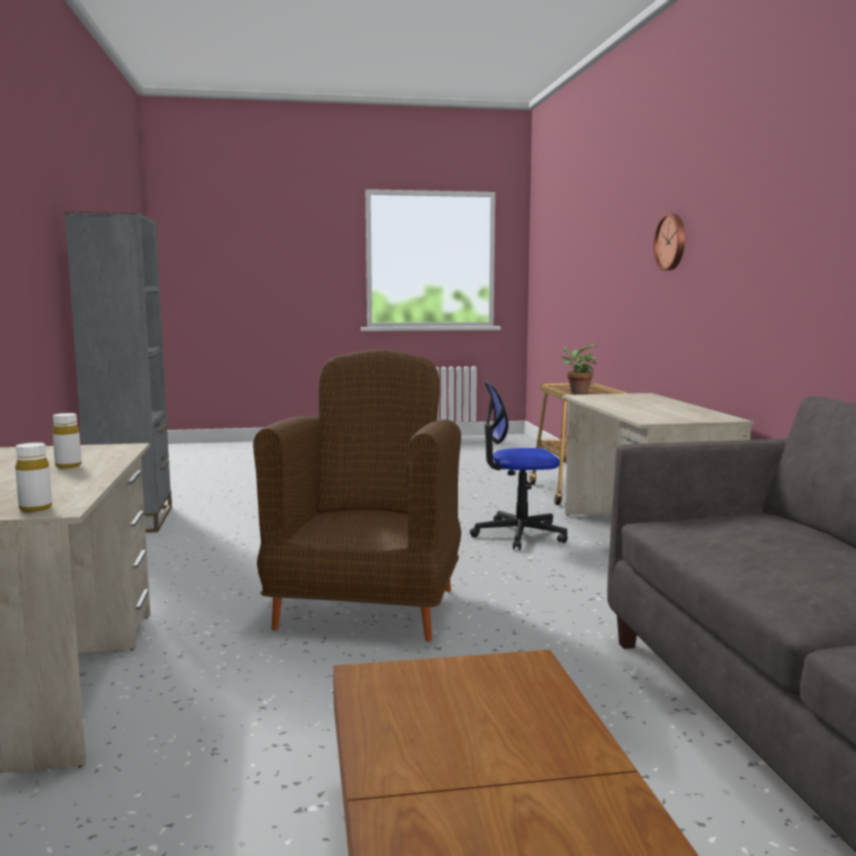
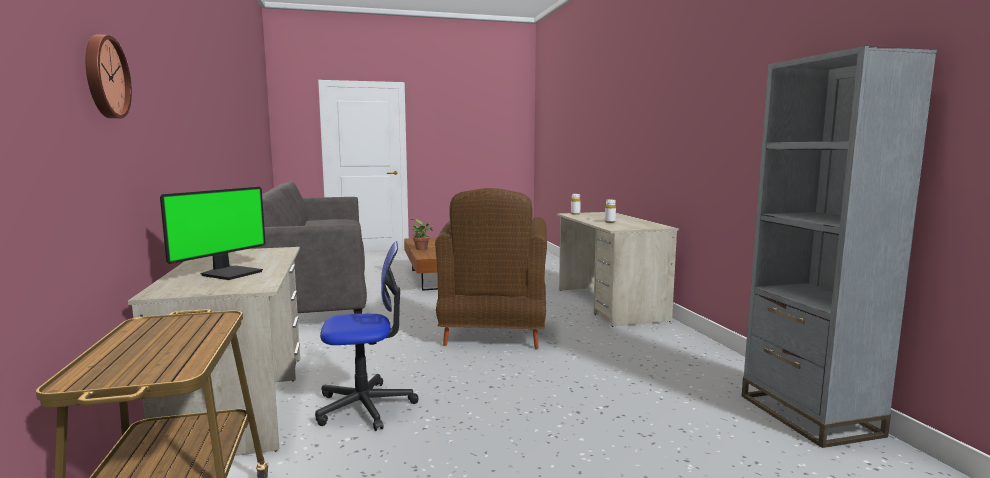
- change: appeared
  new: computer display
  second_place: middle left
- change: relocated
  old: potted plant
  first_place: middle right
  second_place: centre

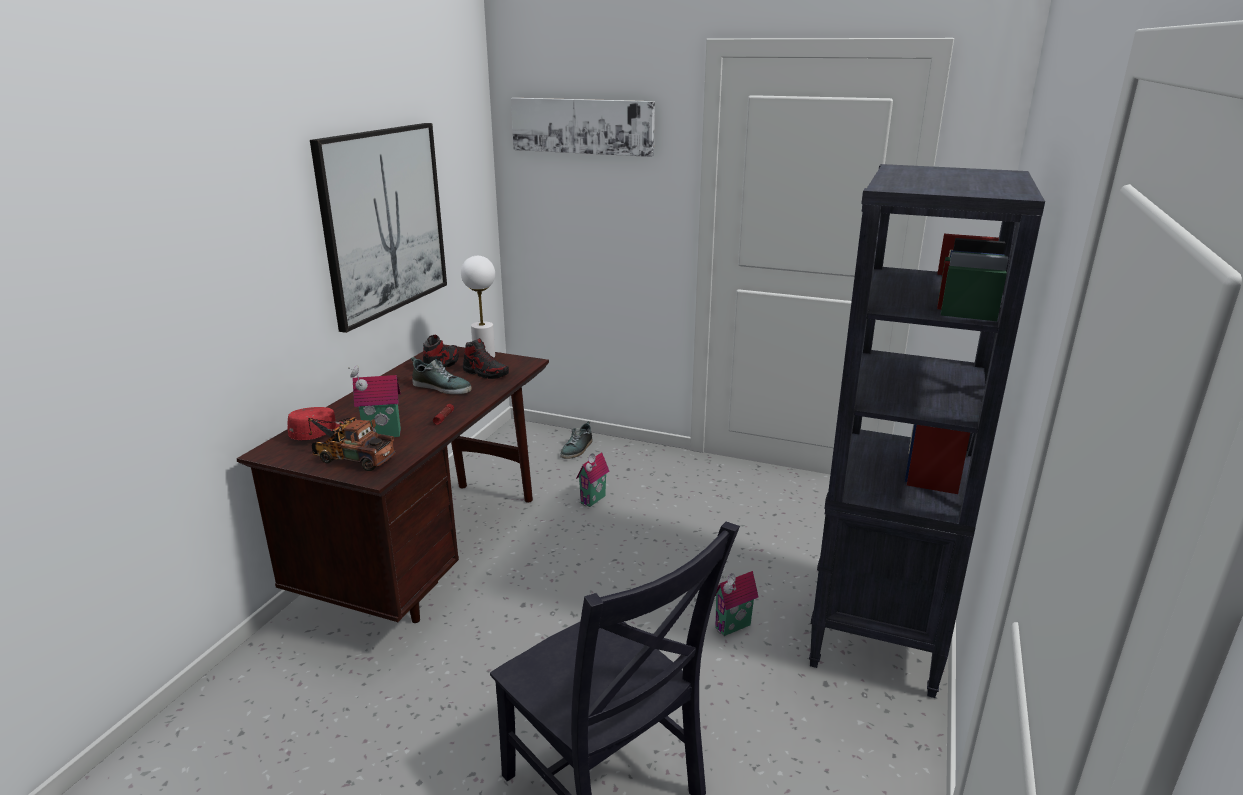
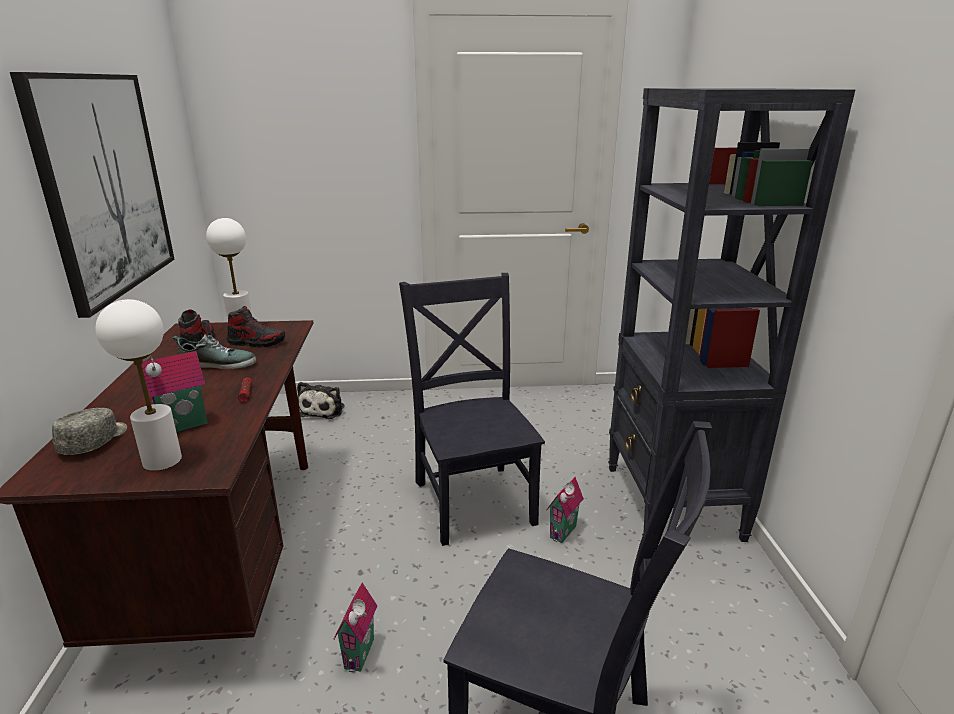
- change: missing
  old: wall art (no. 2 from left)
  first_place: top centre
- change: appeared
  new: black-coloured plain chair (no. 1 from left)
  second_place: centre
- change: relocated
  old: miniature house (no. 2 from left)
  first_place: centre
  second_place: bottom centre
- change: exchanged
  old: toy lorry
  new: whitish lamp for a table (no. 1 from left)
  first_place: middle left
  second_place: middle left
- change: exchanged
  old: item of footwear (no. 4 from left)
  new: plush toy
  first_place: centre
  second_place: centre
- change: colour
  old: reddish baseball cap
  new: greyish baseball cap
  first_place: middle left
  second_place: middle left

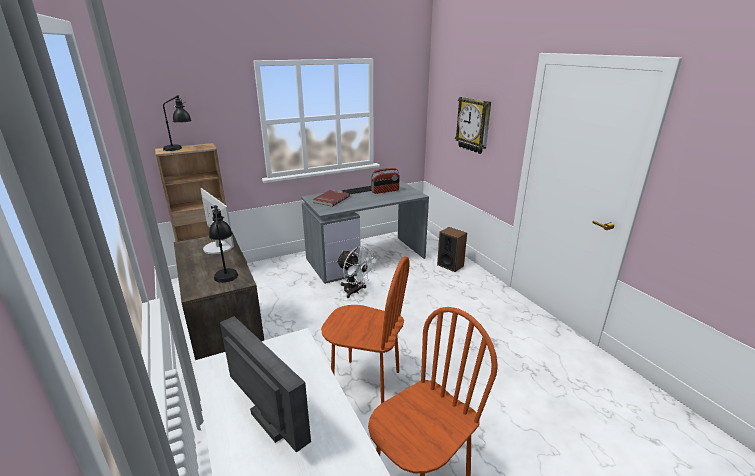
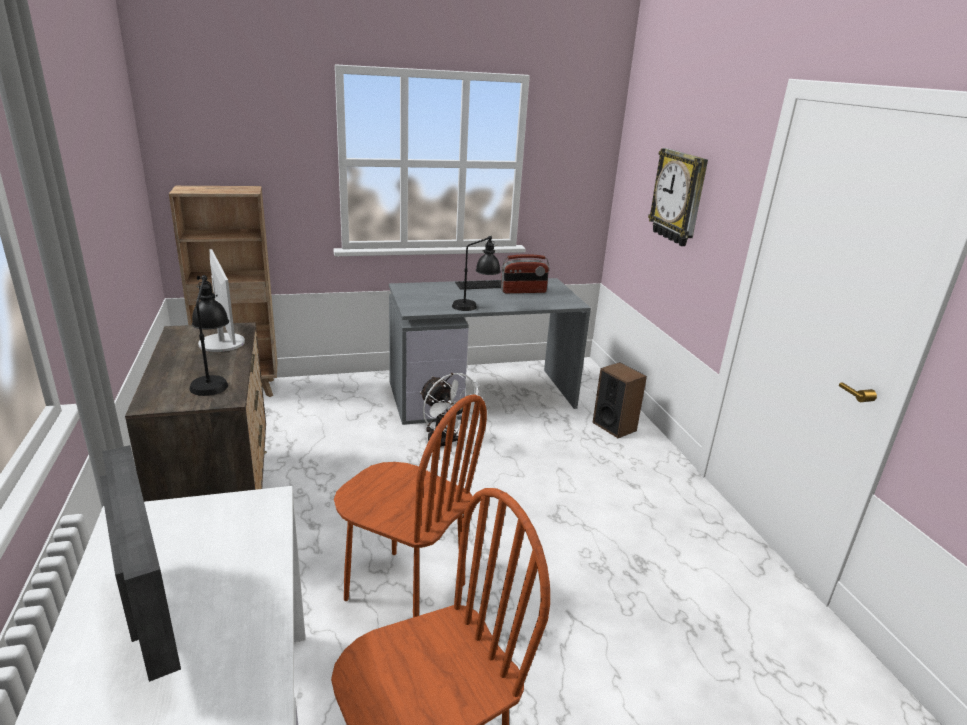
- change: missing
  old: reddish book
  first_place: centre
- change: relocated
  old: black-coloured lamp for a table (no. 1 from left in the first image)
  new: black-coloured lamp for a table (no. 2 from left)
  first_place: top left
  second_place: centre

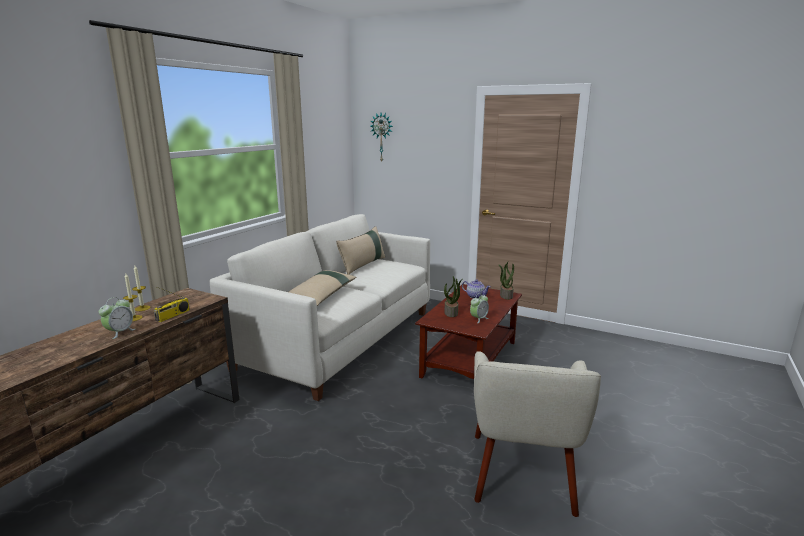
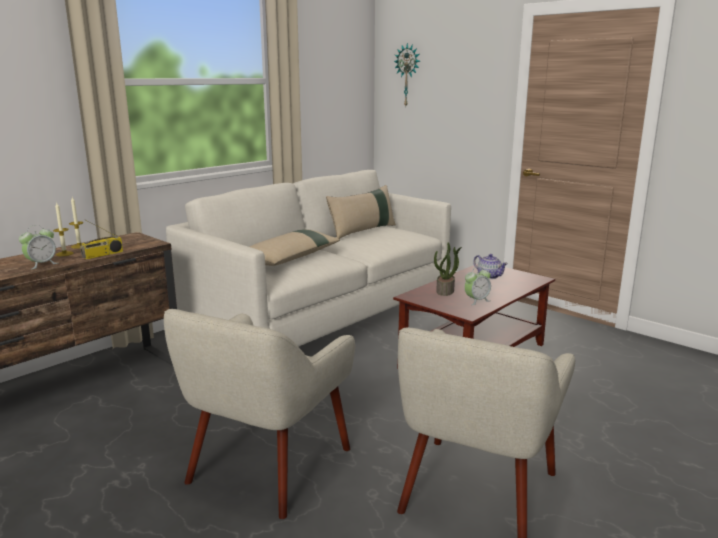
- change: missing
  old: potted plant (no. 2 from left)
  first_place: centre
- change: appeared
  new: beige armchair (no. 1 from left)
  second_place: bottom centre

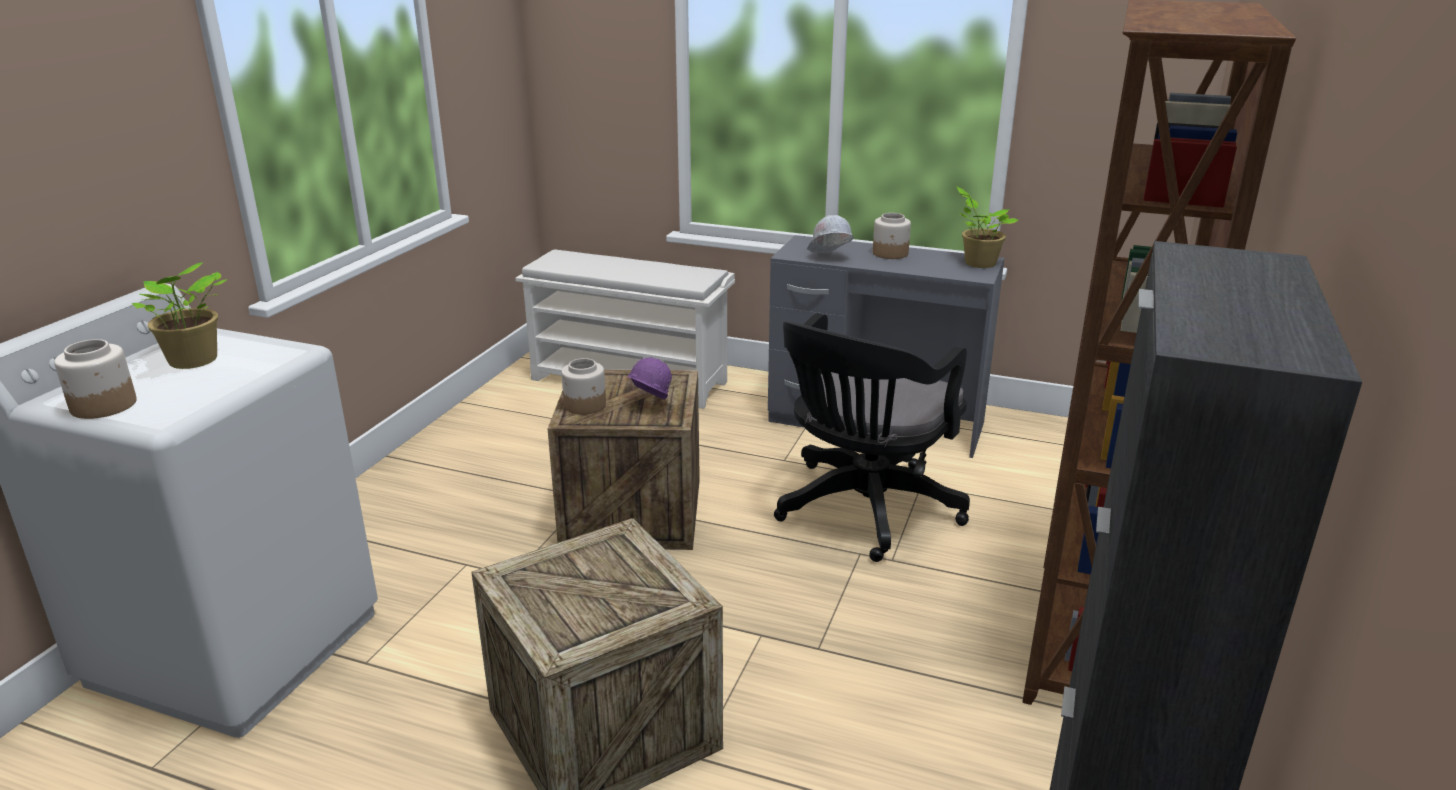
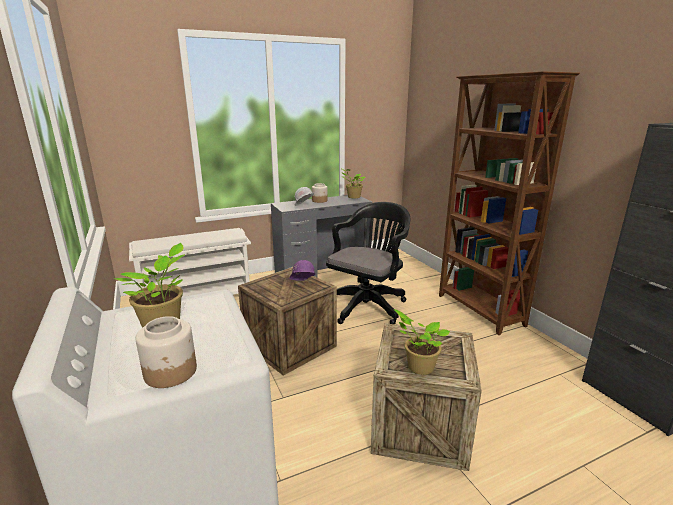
- change: missing
  old: preserve jar (no. 2 from left)
  first_place: centre
- change: appeared
  new: potted plant (no. 3 from left)
  second_place: bottom centre
- change: spun
  old: black-coloured office chair
  first_place: centre
  second_place: centre
  degrees: -135

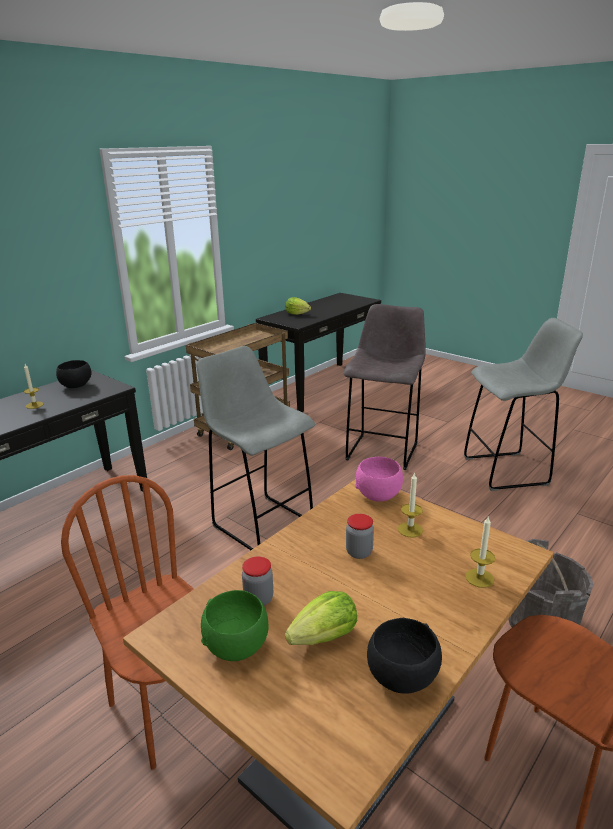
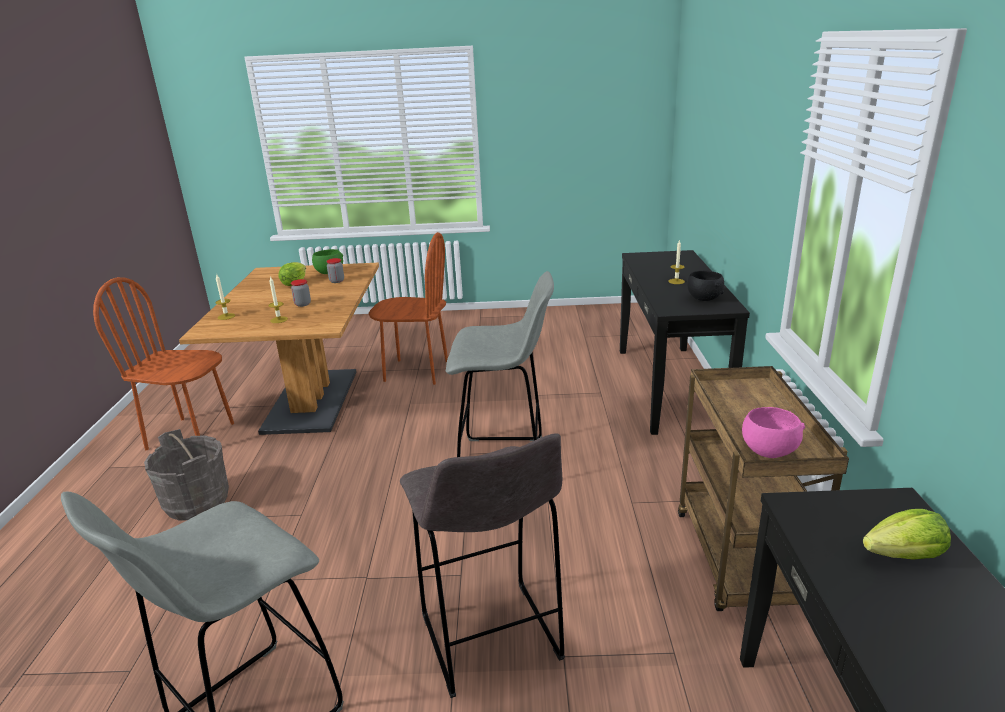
- change: missing
  old: black-coloured bowl (no. 2 from left)
  first_place: bottom centre
- change: relocated
  old: pinkish bowl
  first_place: centre
  second_place: middle right

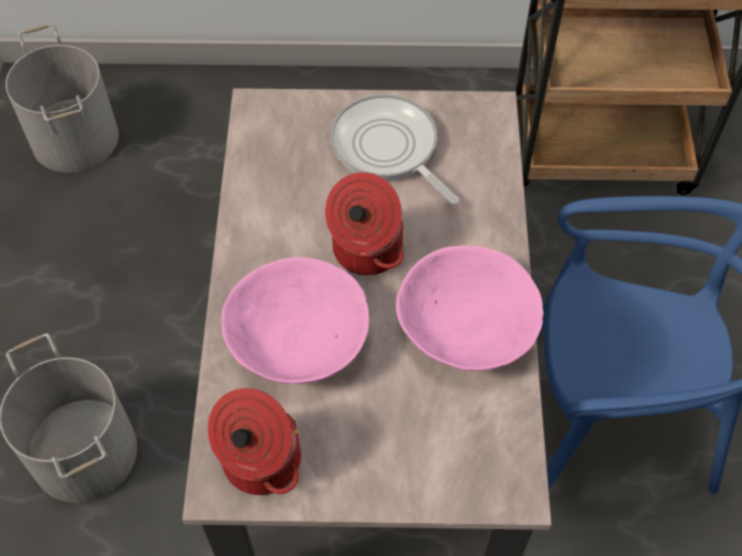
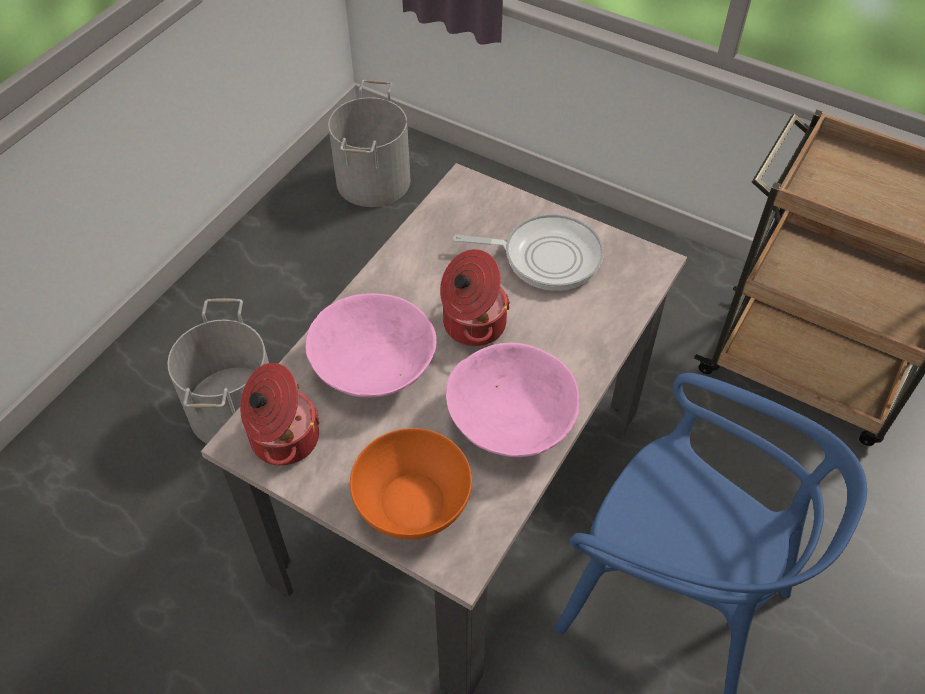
- change: appeared
  new: orange bowl
  second_place: bottom centre
- change: spun
  old: pan
  first_place: top centre
  second_place: centre
  degrees: 105

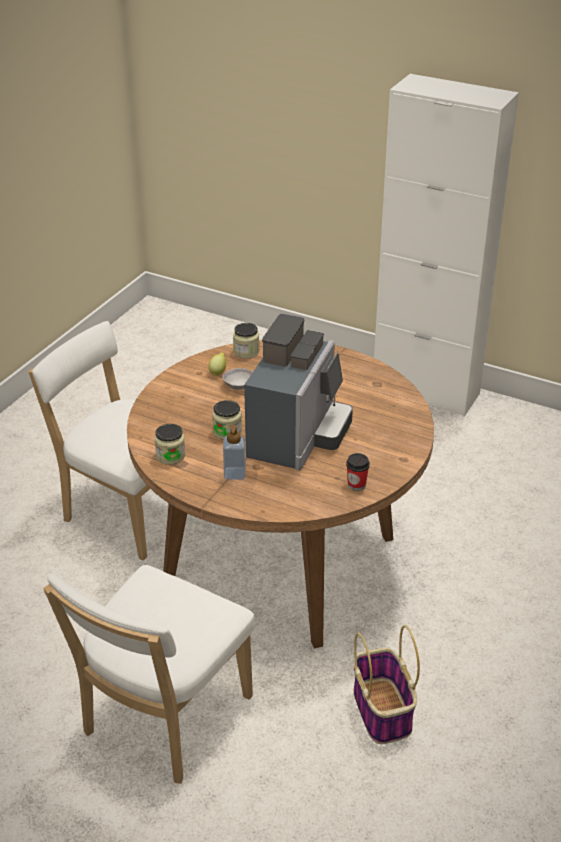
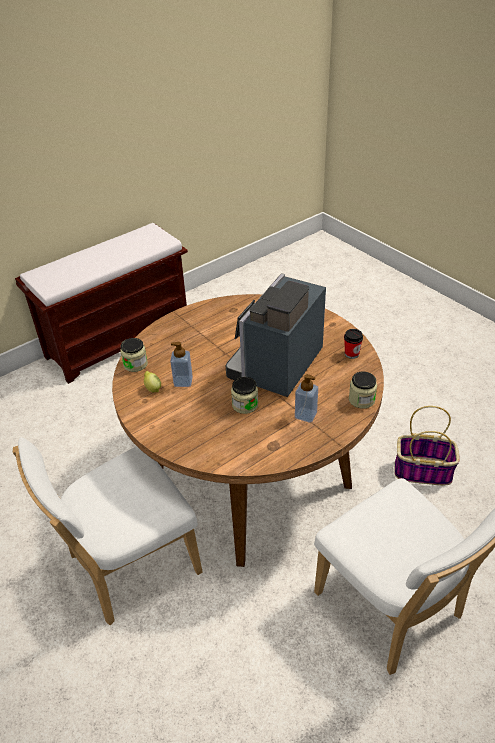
- change: relocated
  old: preserve jar (no. 1 from left in the first image)
  new: preserve jar (no. 3 from left)
  first_place: middle left
  second_place: middle right
- change: exchanged
  old: greyish bowl
  new: soap dispenser (no. 1 from left)
  first_place: centre
  second_place: centre
- change: exchanged
  old: whitish cabinet
  new: brown-coloured bench
  first_place: top right
  second_place: middle left
- change: spun
  old: coffee maker
  first_place: centre
  second_place: centre
  degrees: -105

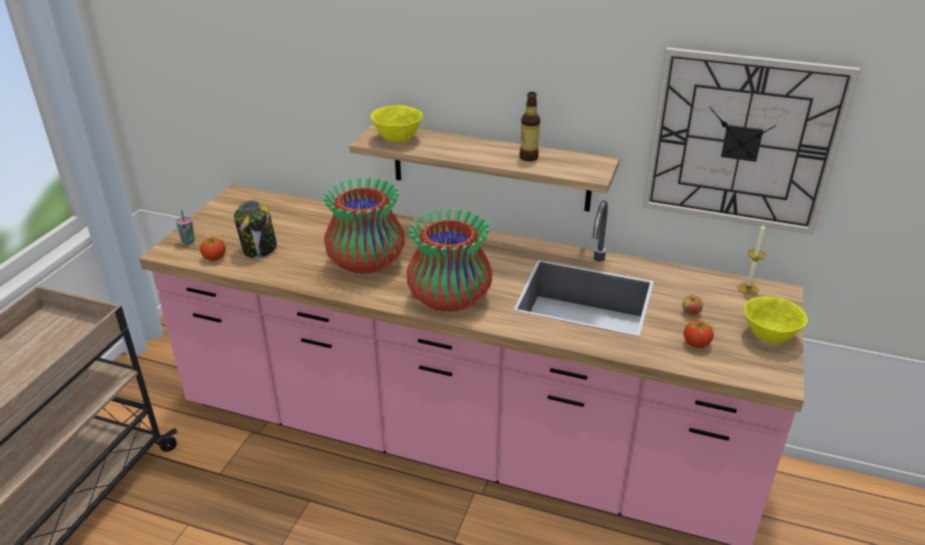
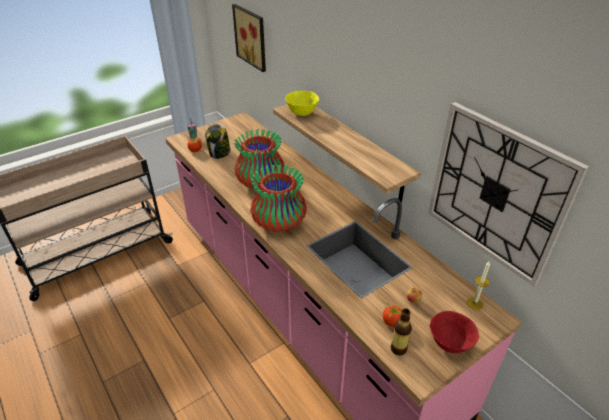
- change: appeared
  new: wall art
  second_place: top centre
- change: relocated
  old: drink bottle
  first_place: top centre
  second_place: bottom centre
- change: colour
  old: yellow bowl (no. 2 from left)
  new: reddish bowl
  first_place: middle right
  second_place: bottom right

